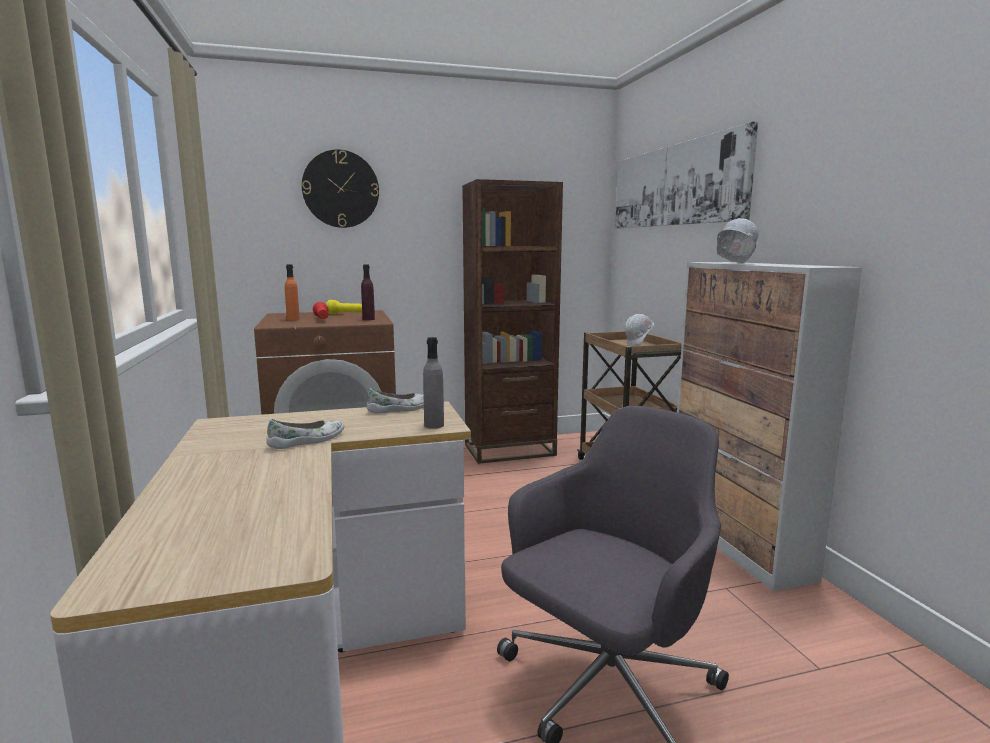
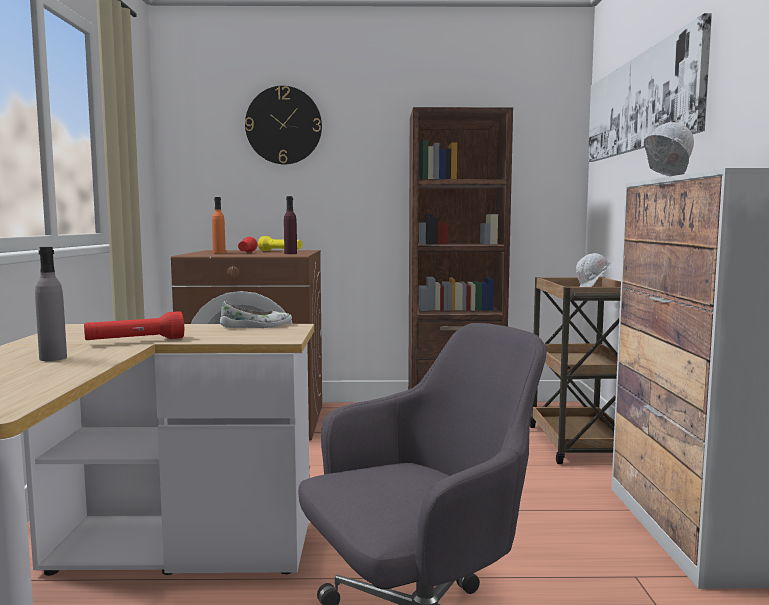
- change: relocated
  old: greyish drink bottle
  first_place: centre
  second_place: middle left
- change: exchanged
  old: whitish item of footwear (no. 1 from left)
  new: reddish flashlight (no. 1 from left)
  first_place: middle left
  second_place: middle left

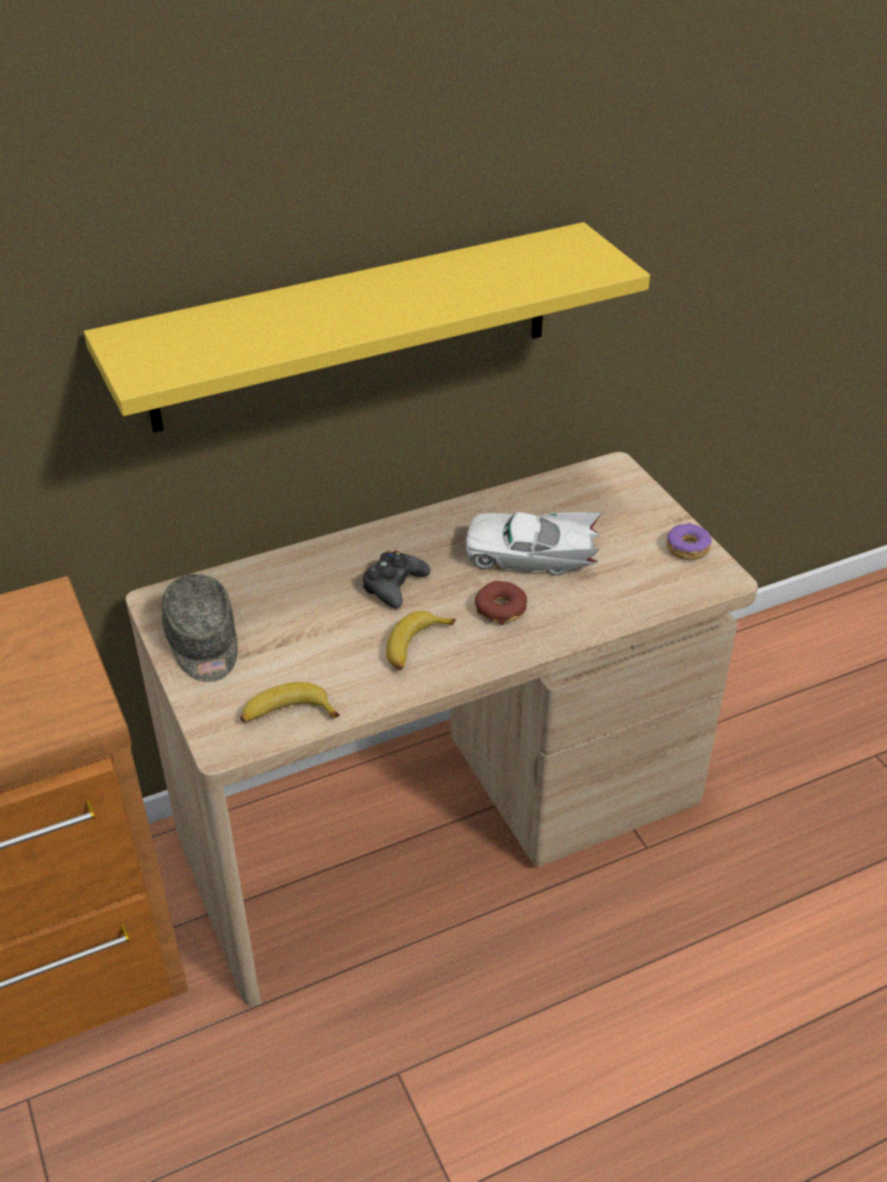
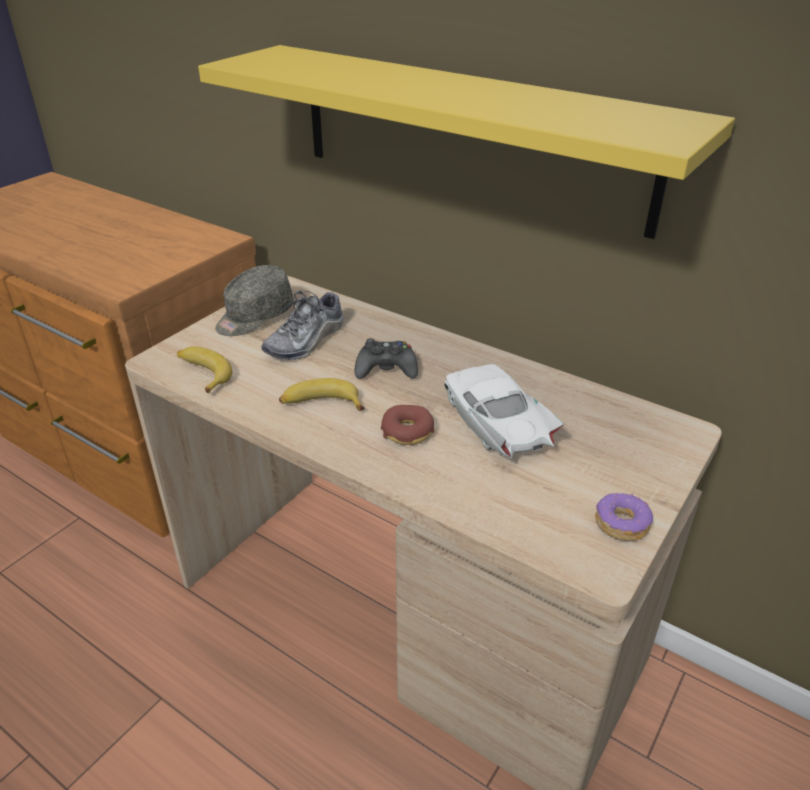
- change: appeared
  new: item of footwear
  second_place: centre

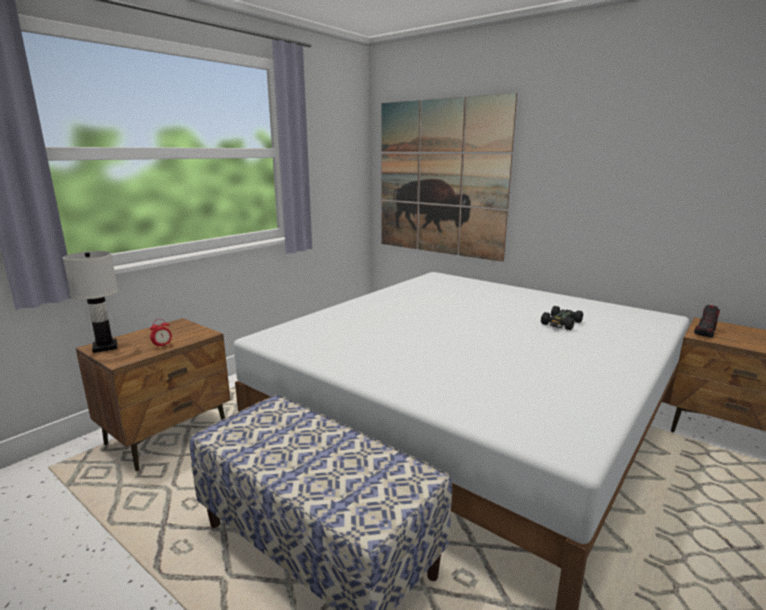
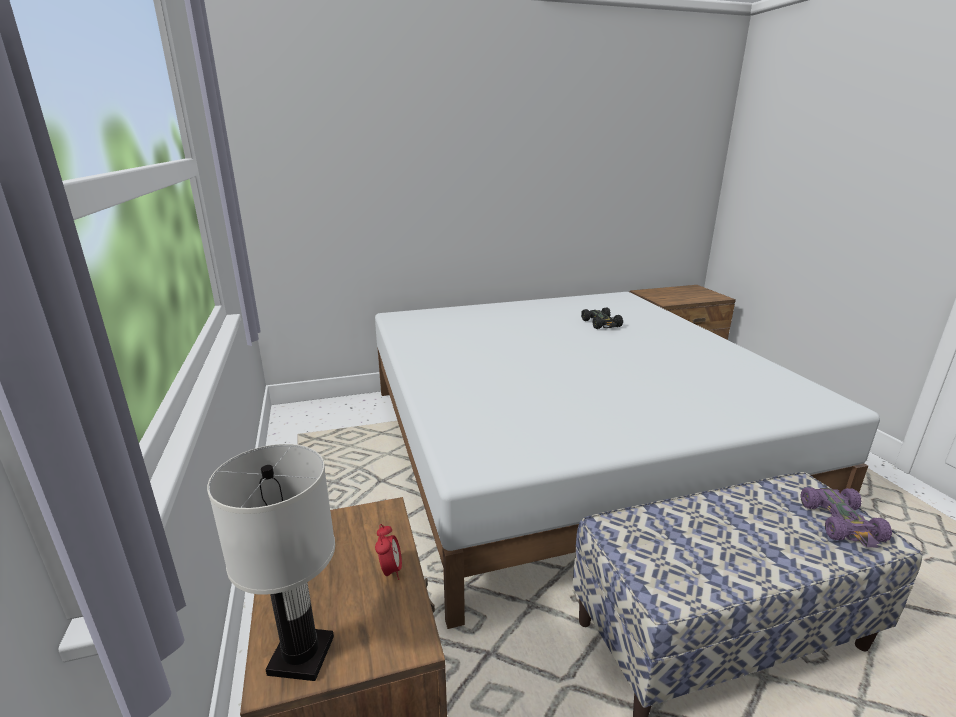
- change: missing
  old: wall art
  first_place: top centre
- change: missing
  old: item of footwear
  first_place: middle right
- change: appeared
  new: purple-coloured toy car
  second_place: bottom right

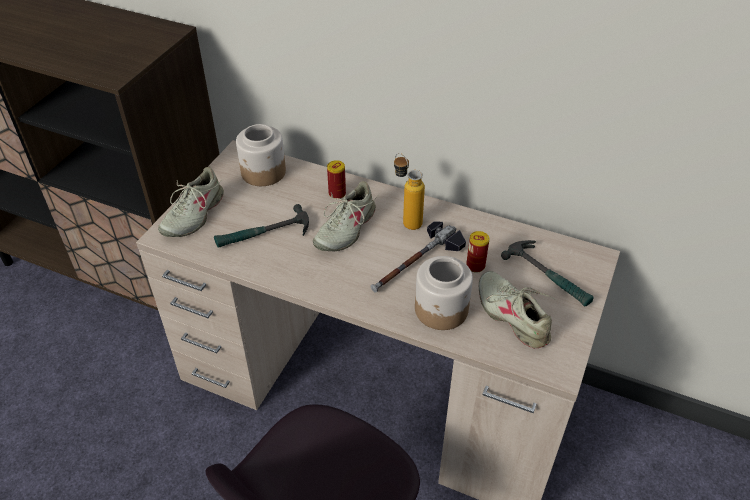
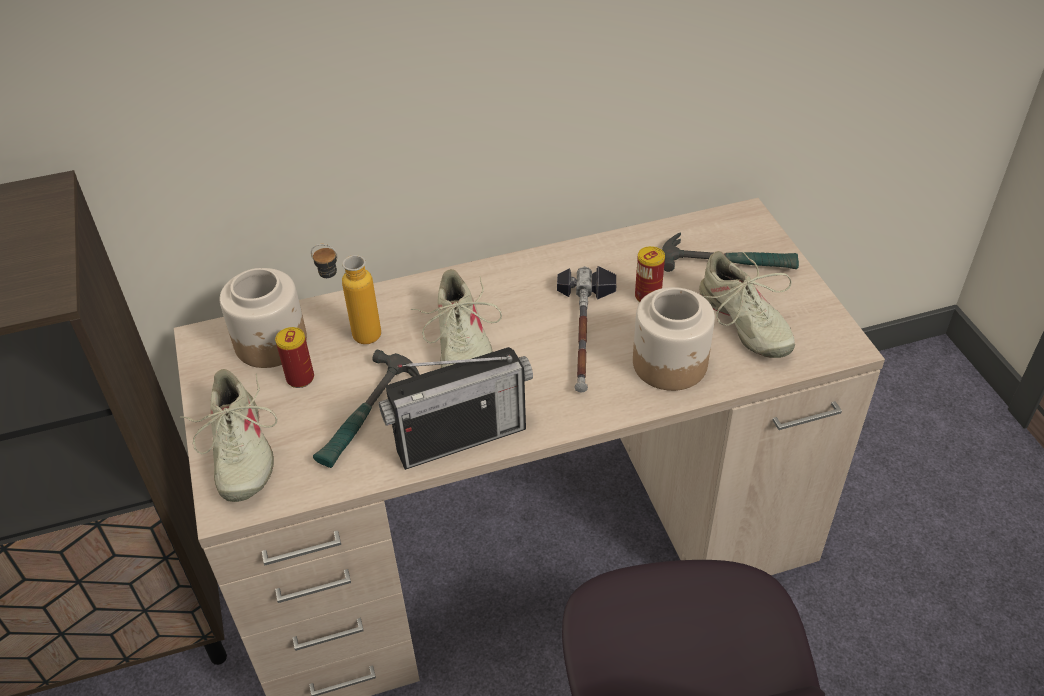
- change: appeared
  new: radio set
  second_place: centre
- change: relocated
  old: metal can (no. 1 from left)
  first_place: centre
  second_place: middle left
- change: relocated
  old: drink bottle
  first_place: centre
  second_place: middle left
- change: spun
  old: beige item of footwear (no. 3 from left)
  first_place: middle right
  second_place: middle right
  degrees: -135

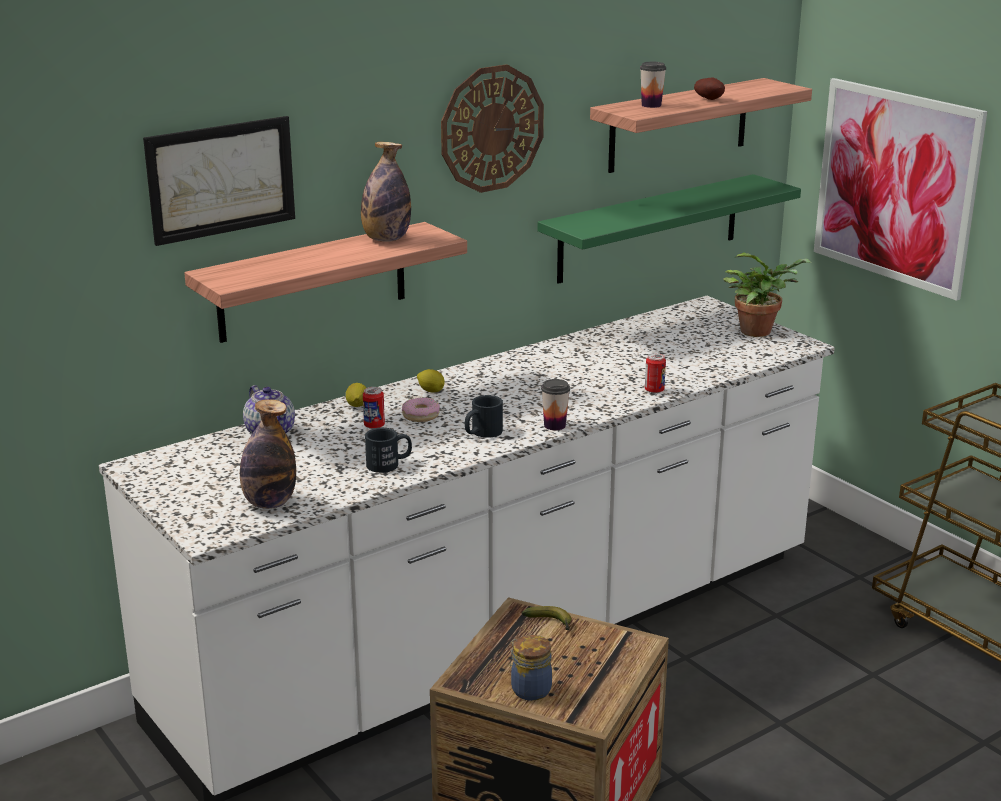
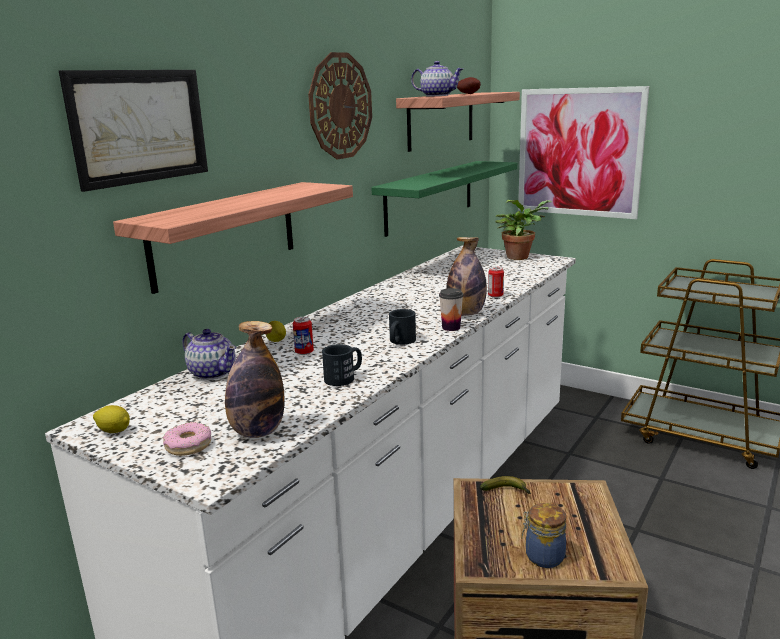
- change: relocated
  old: drink bottle (no. 2 from left)
  first_place: top centre
  second_place: centre
- change: relocated
  old: ring doughnut
  first_place: centre
  second_place: bottom left
- change: relocated
  old: whole lemon (no. 2 from left in the first image)
  new: whole lemon (no. 1 from left)
  first_place: centre
  second_place: middle left
- change: exchanged
  old: drinking cup (no. 2 from left)
  new: teapot (no. 2 from left)
  first_place: top centre
  second_place: top centre

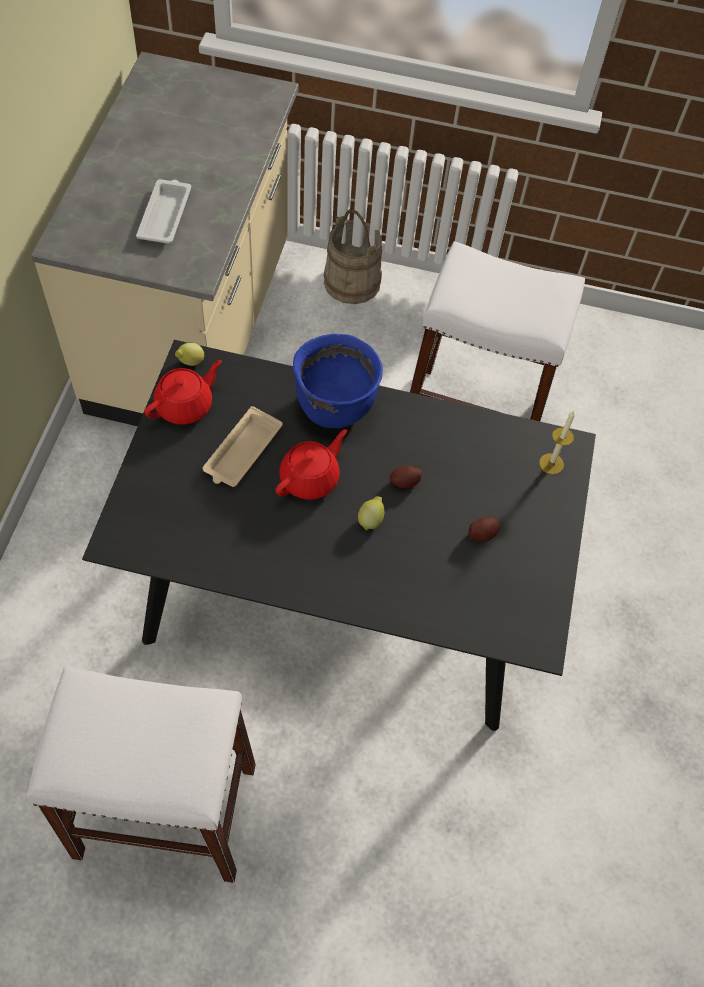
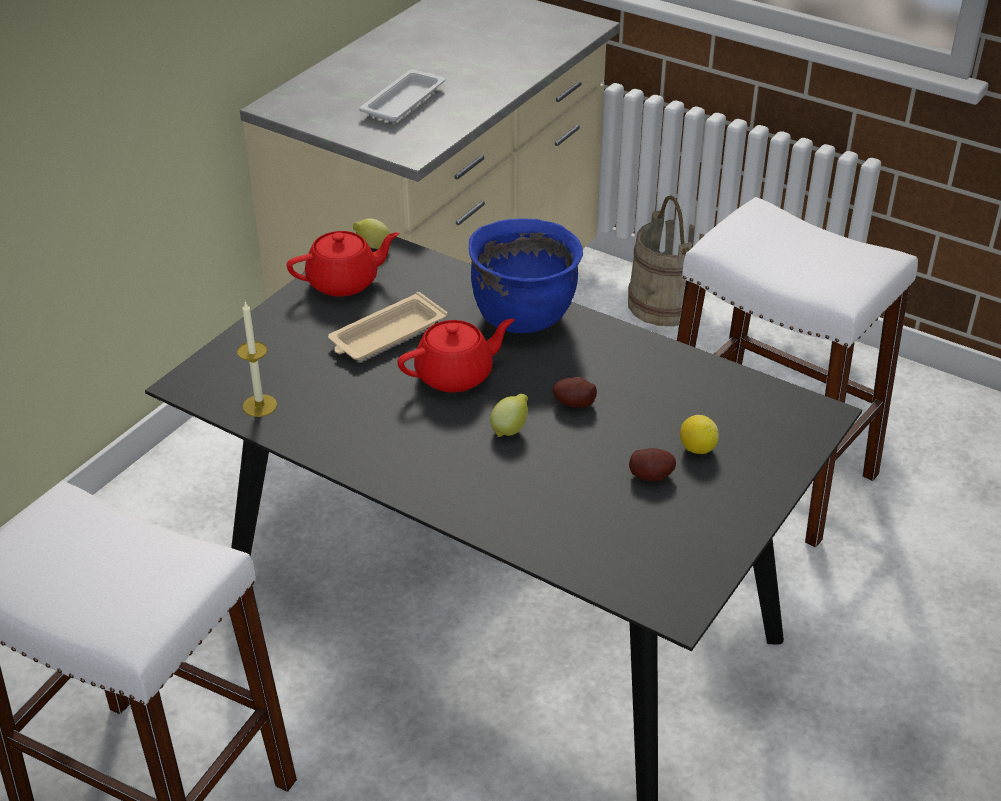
- change: appeared
  new: whole lemon (no. 3 from left)
  second_place: middle right
- change: relocated
  old: wax candle
  first_place: middle right
  second_place: middle left

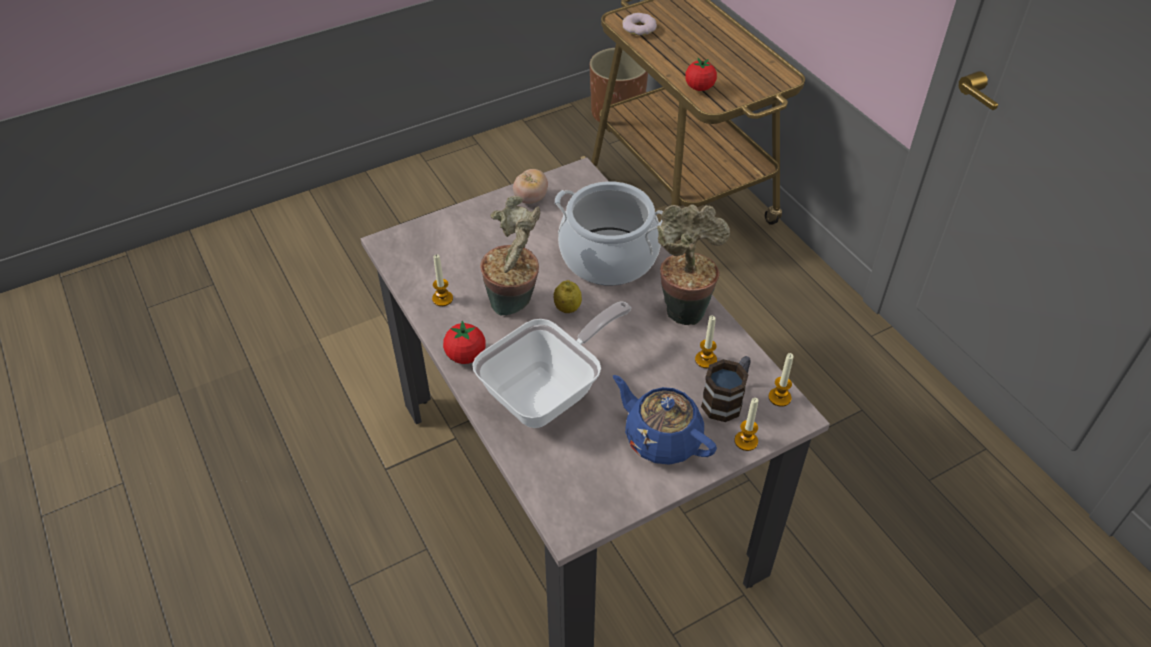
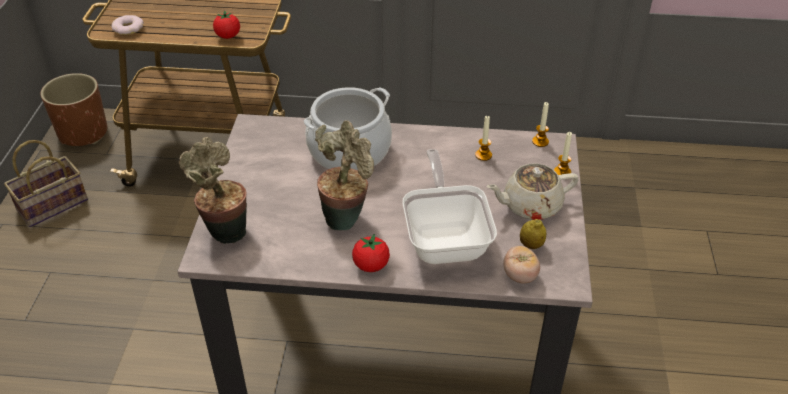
- change: missing
  old: wax candle (no. 1 from left)
  first_place: centre
- change: missing
  old: coffee mug
  first_place: centre
- change: appeared
  new: household basket
  second_place: middle left
- change: relocated
  old: whole tomato (no. 2 from left in the first image)
  new: whole tomato (no. 3 from left)
  first_place: top centre
  second_place: bottom centre
- change: relocated
  old: whole lemon
  first_place: centre
  second_place: middle right
- change: relocated
  old: potted plant (no. 2 from left in the first image)
  new: potted plant (no. 1 from left)
  first_place: centre
  second_place: middle left
- change: colour
  old: bluish teapot
  new: beige teapot
  first_place: centre
  second_place: middle right

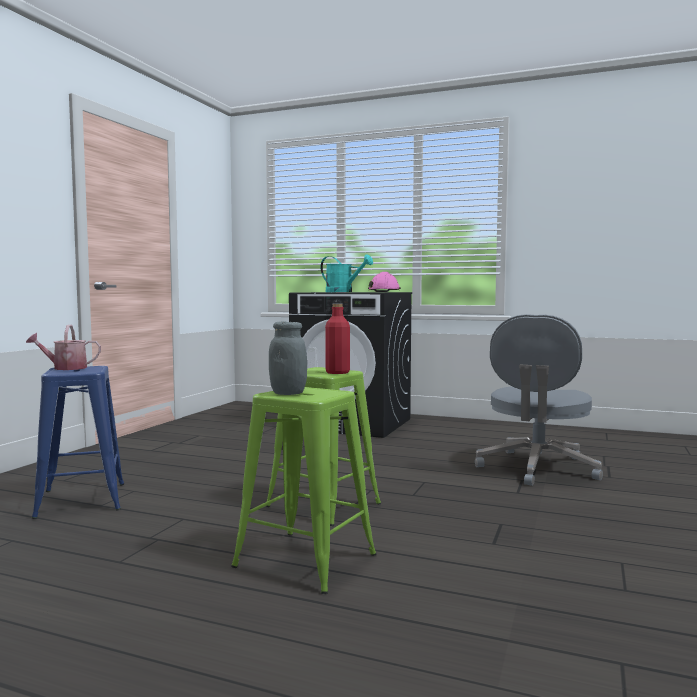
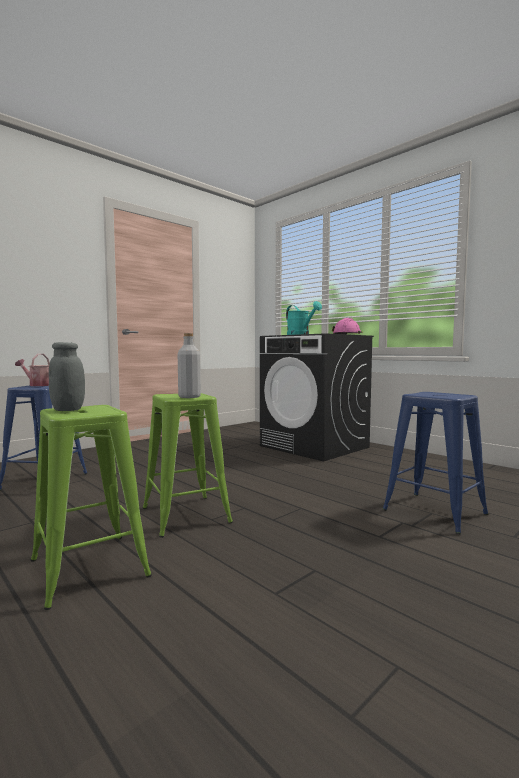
- change: exchanged
  old: greyish office chair
  new: bluish sitting stool (no. 2 from left)
  first_place: middle right
  second_place: middle right
- change: colour
  old: reddish drink bottle
  new: greyish drink bottle
  first_place: centre
  second_place: centre

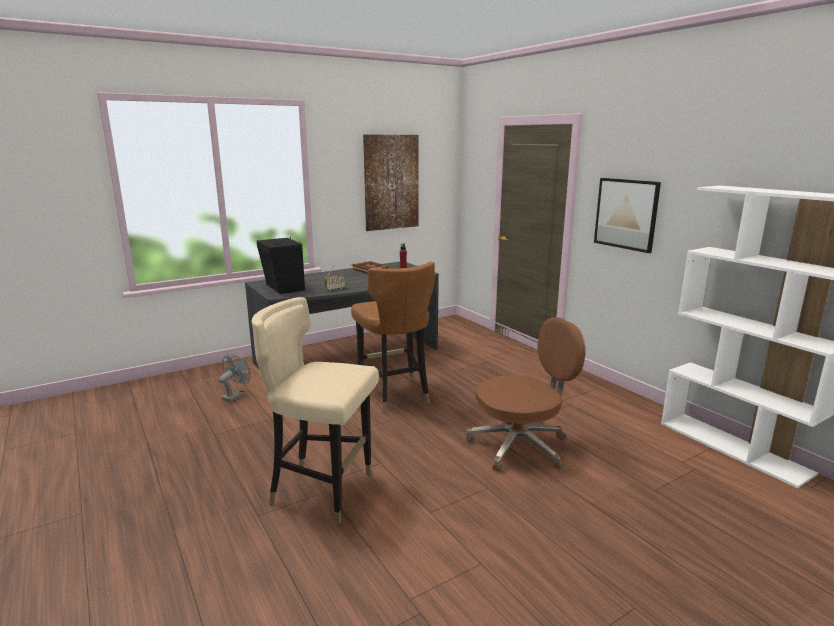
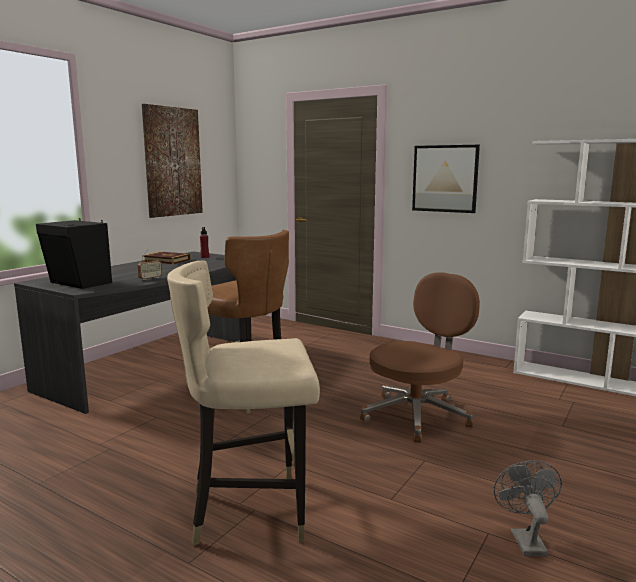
- change: relocated
  old: greyish cooling fan
  first_place: middle left
  second_place: bottom right

